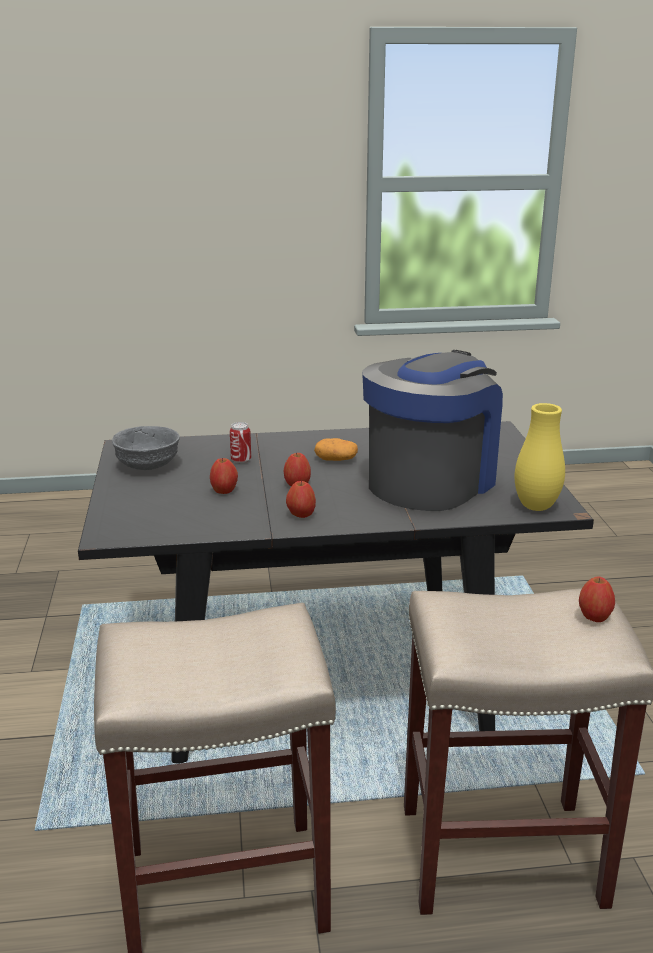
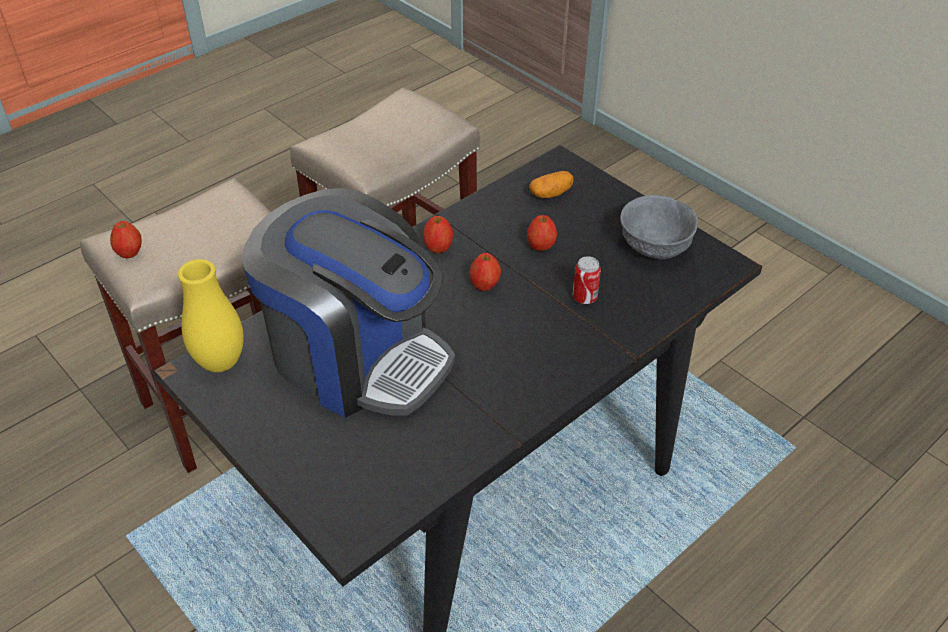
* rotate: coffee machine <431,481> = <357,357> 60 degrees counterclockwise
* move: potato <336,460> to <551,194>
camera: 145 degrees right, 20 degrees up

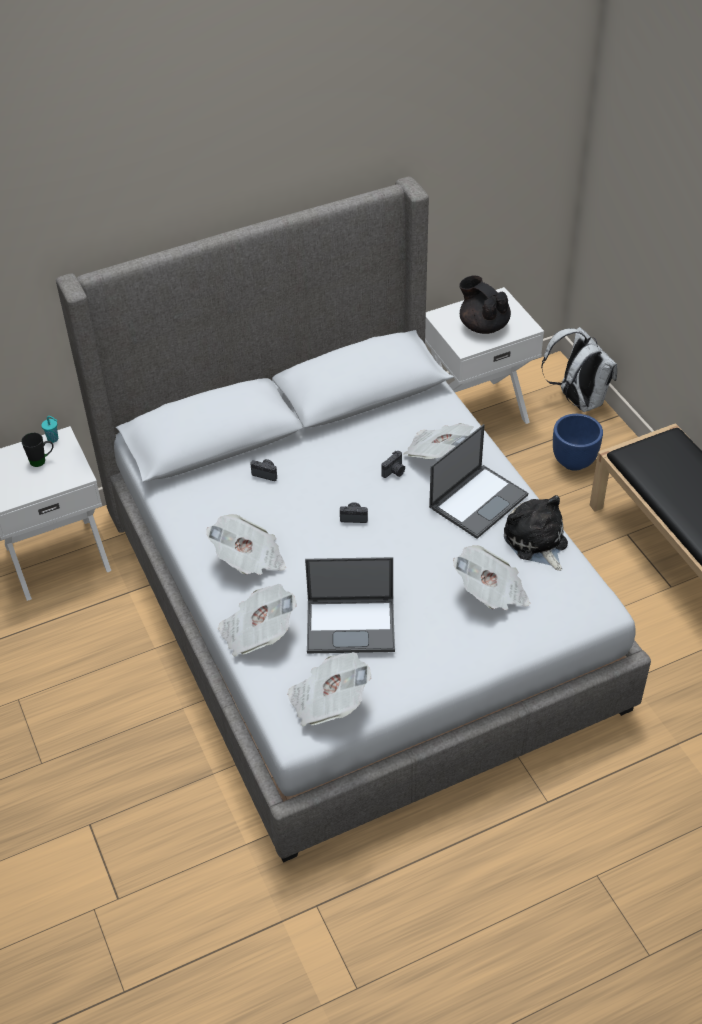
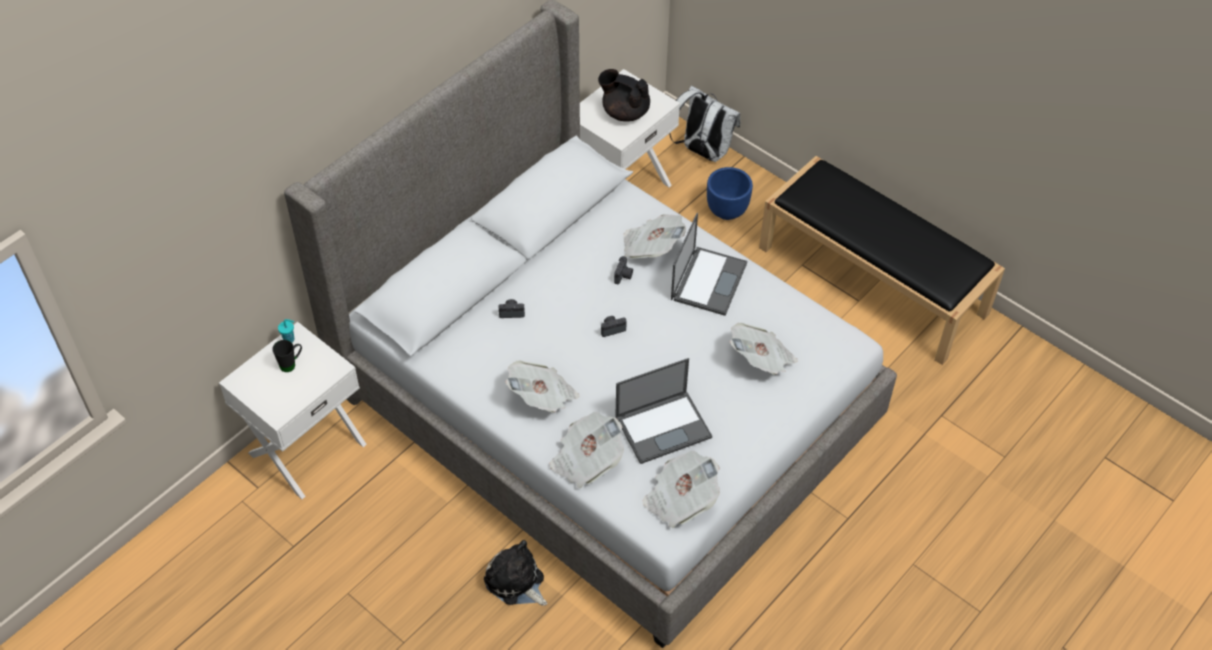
* move: soft toy <536,542> to <516,582>
camera: 25 degrees left, 5 degrees up

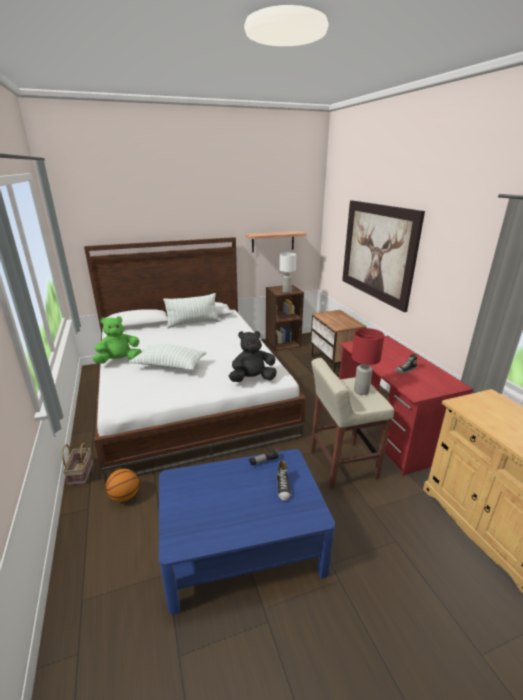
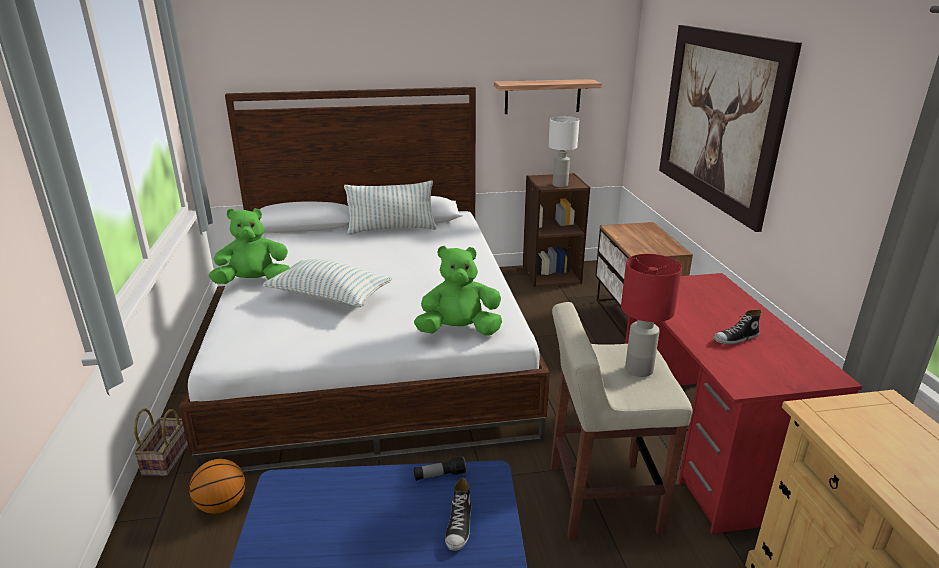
* recolor: blackish soft toy <252,379> to green-coloured soft toy <459,331>
camera: 10 degrees right, 0 degrees up

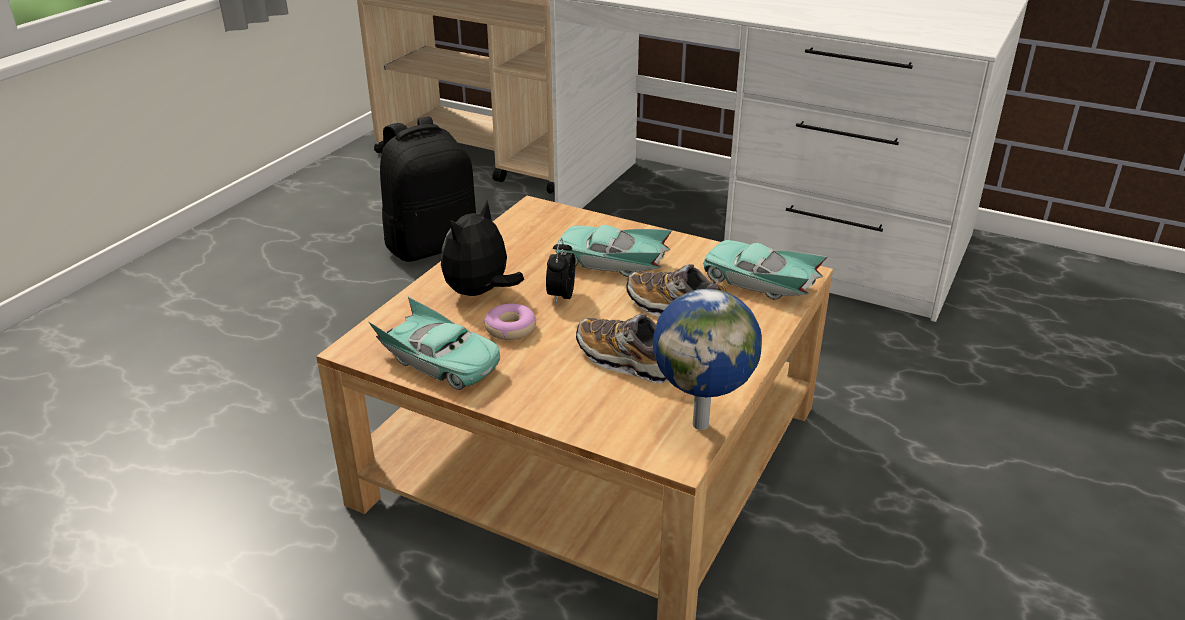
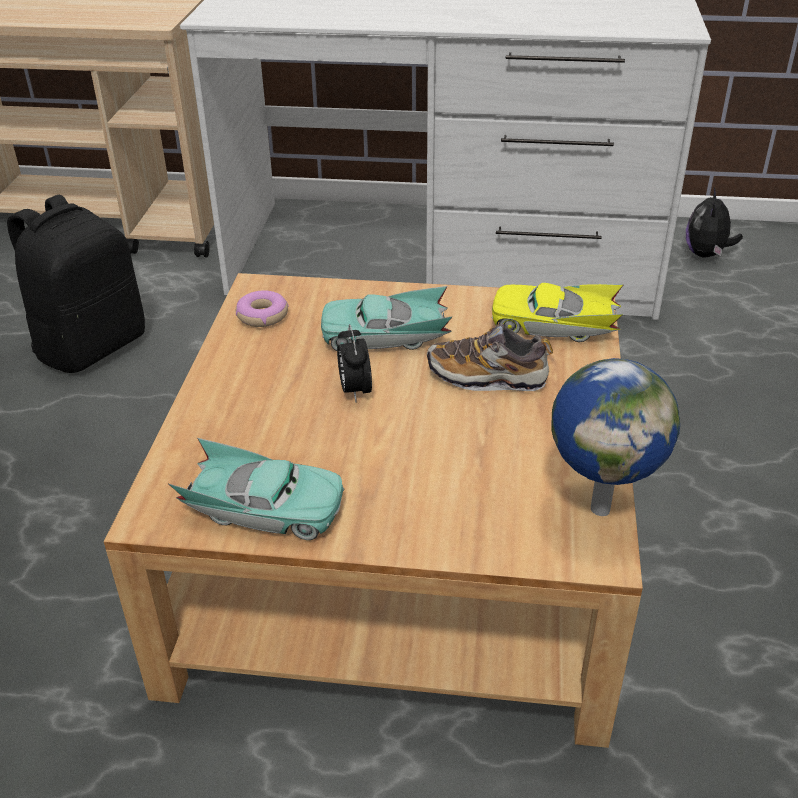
* move: soft toy <480,293> to <706,254>
* recolor: turquoise-coloured miniature car <759,282> to yellow miniature car <554,326>
* move: donut <510,328> to <262,315>
* delete: item of footwear <626,361>
camera: 20 degrees left, 5 degrees up

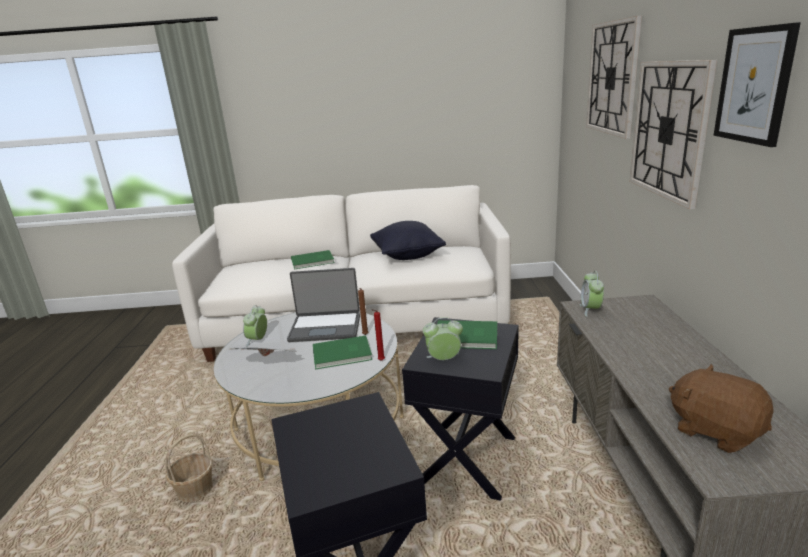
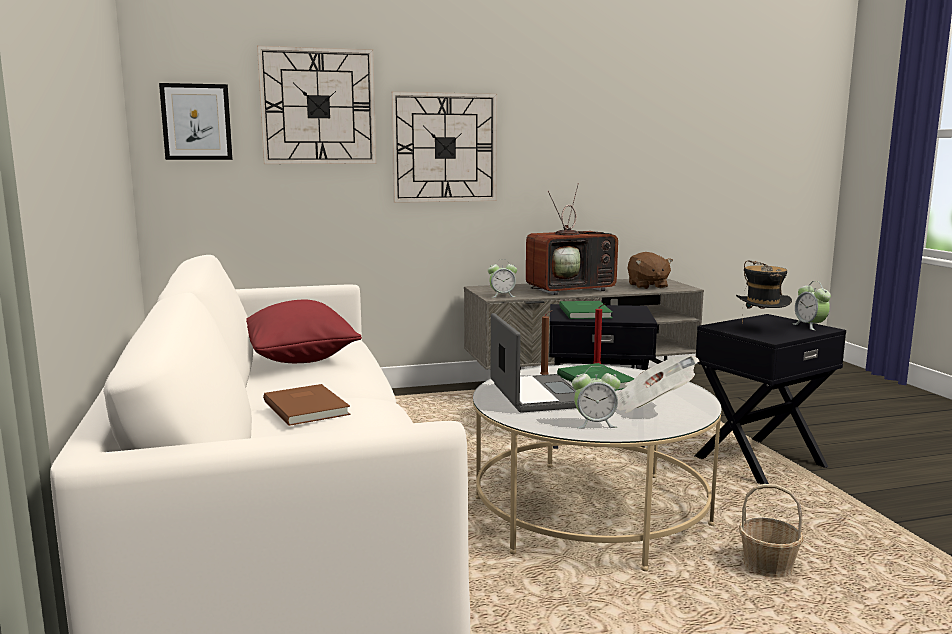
* move: picture <754,85> to <196,122>
* recolor: blackish pillow <407,256> to red-coloured pillow <297,360>
* recolor: green-coloured book <313,261> to brown book <308,407>
* move: table clock <443,360> to <810,326>
* rotate: brown soft toy <715,430> = <647,286> 45 degrees counterclockwise
* insert: TV set <571,289>
* insert: clothing hat <760,329>
camera: 105 degrees left, 10 degrees down

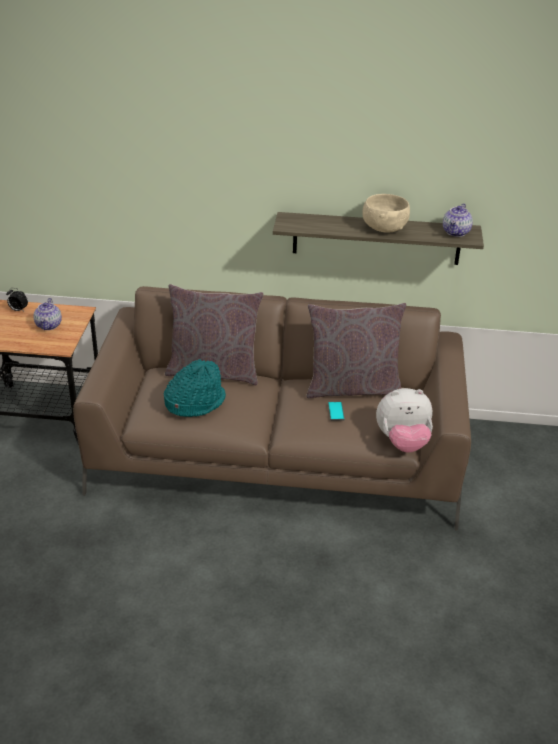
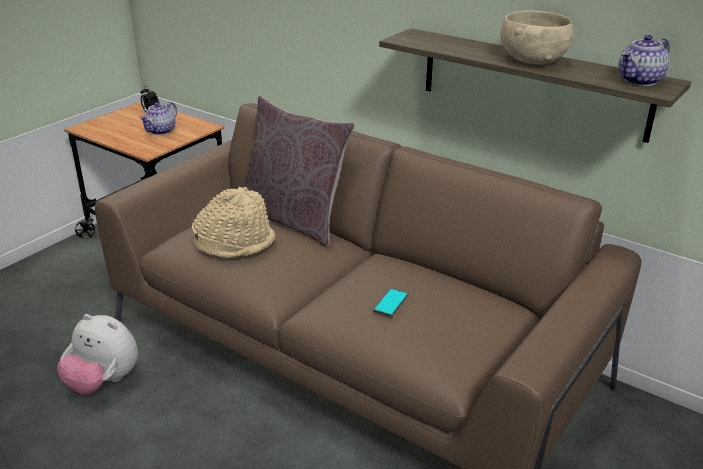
* delete: greyish pillow <352,388>
* recolor: turquoise-coloured clothing hat <195,402> to beige-coloured clothing hat <235,242>
* move: soft toy <403,443> to <103,382>
camera: 30 degrees right, 5 degrees down

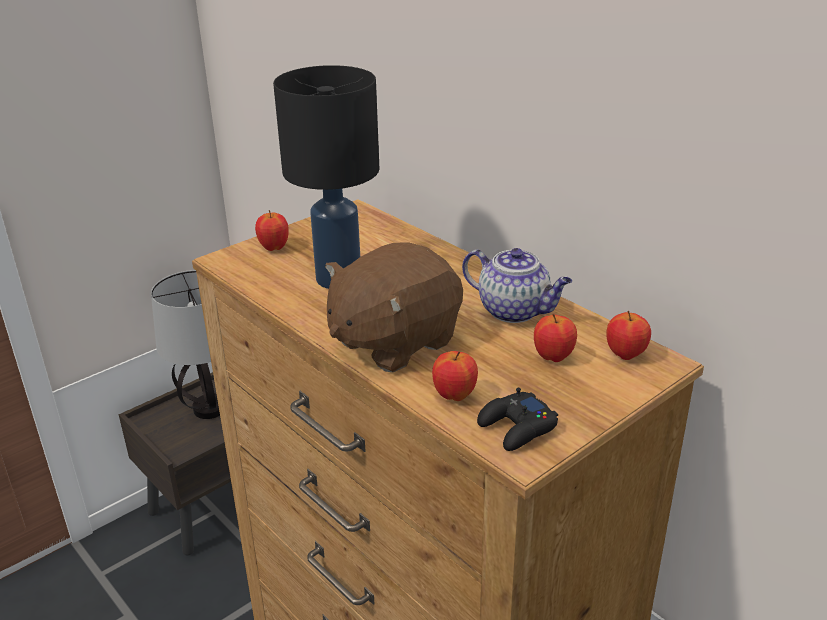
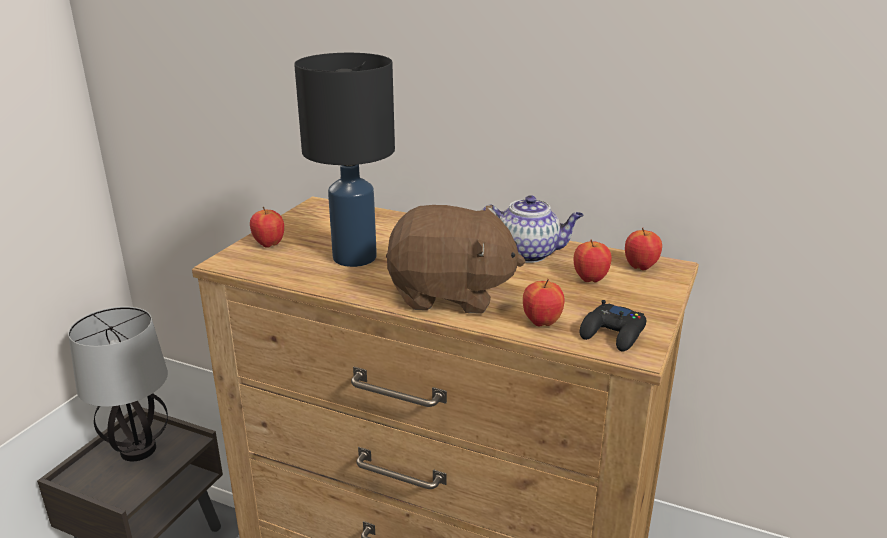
* rotate: brown soft toy <393,341> = <450,294> 105 degrees counterclockwise
camera: 25 degrees left, 5 degrees down

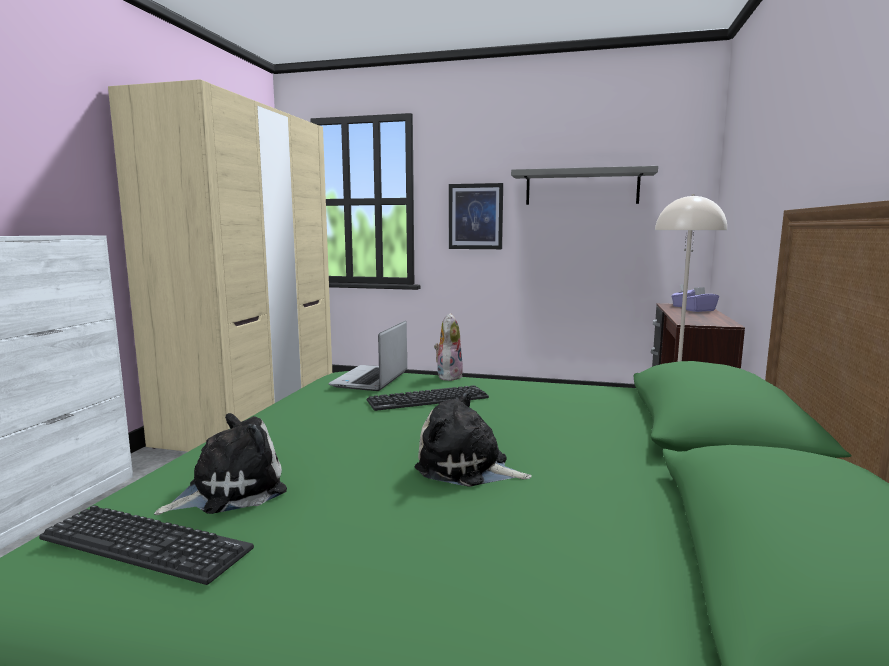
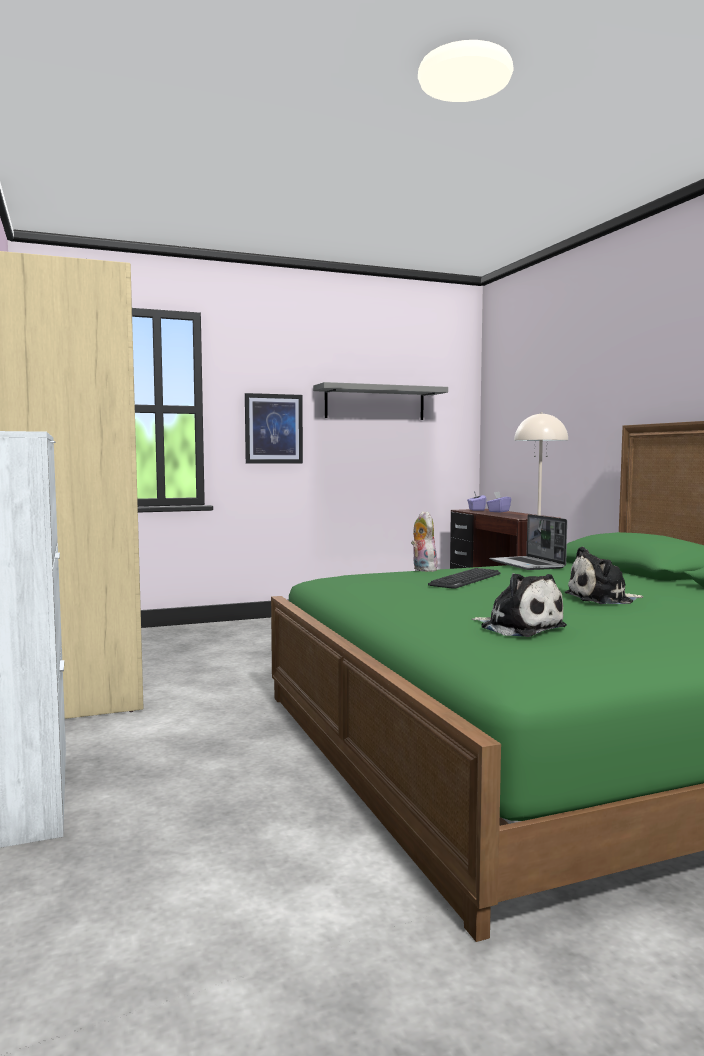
* move: laptop <371,380> to <528,565>
* rotate: soft toy <230,490> = <519,627> 120 degrees clockwise
* delete: PC keyboard <145,544>
camera: 35 degrees left, 5 degrees down

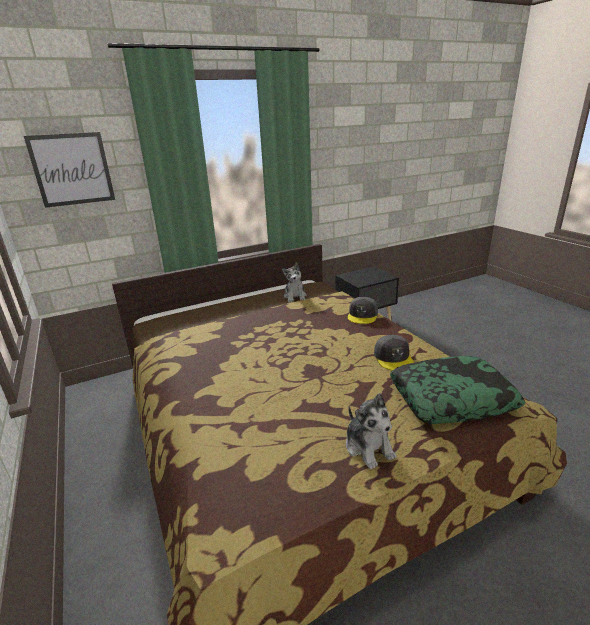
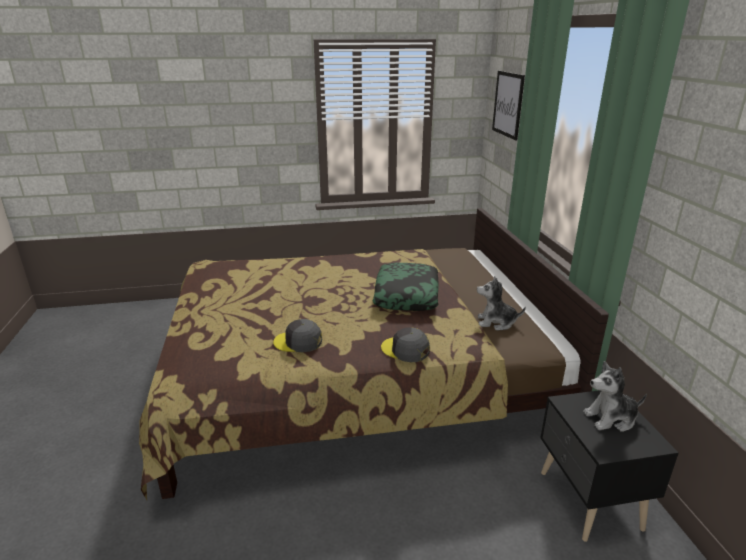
* move: pillow <451,398> to <407,295>
* move: soft toy <368,447> to <611,418>
camera: 105 degrees right, 0 degrees up

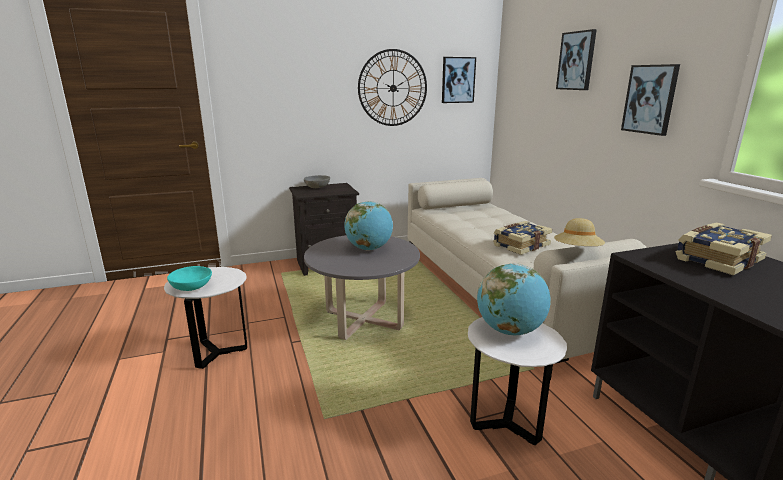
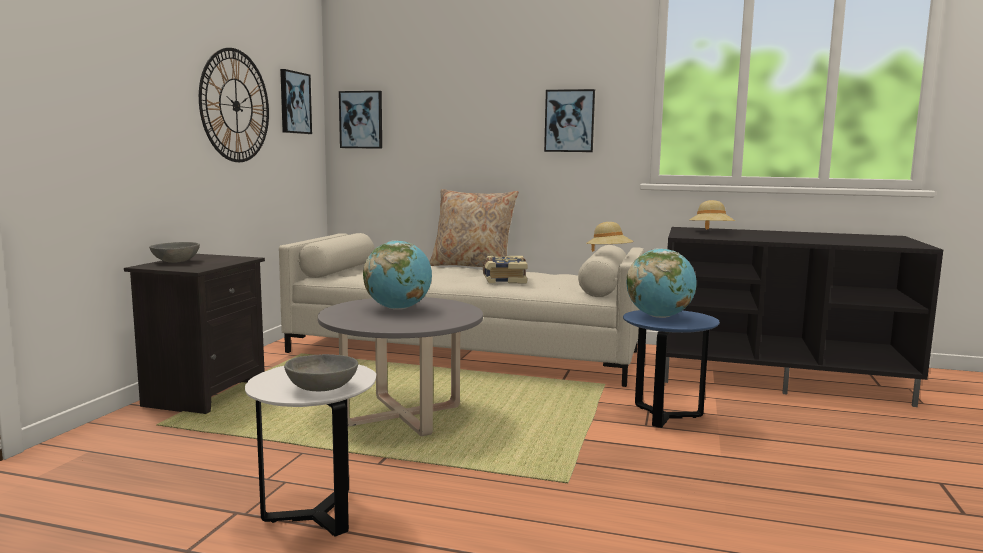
* move: picture <576,61> to <361,120>
* replace: book <716,259> to beige-coloured clothing hat <711,232>
* recolor: turquoise-coloured bowl <192,287> to greyish bowl <322,388>
* recolor: white side table <506,424> to blue-coloured side table <665,417>
* insert: beige-coloured pillow <472,266>
camera: 55 degrees left, 10 degrees down

